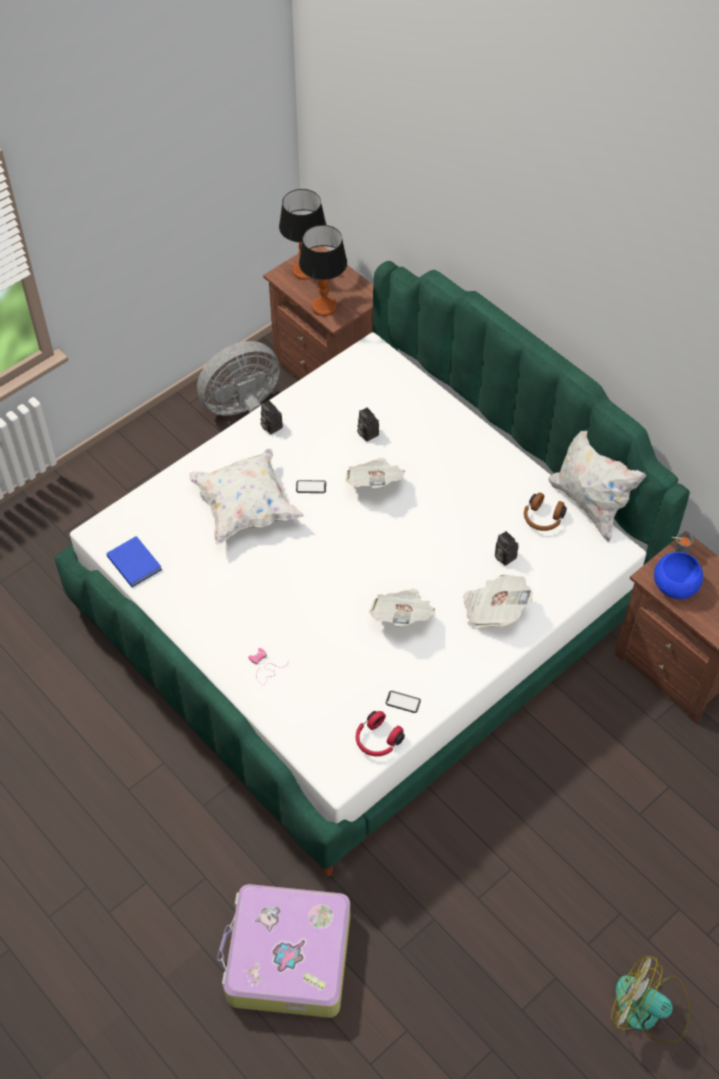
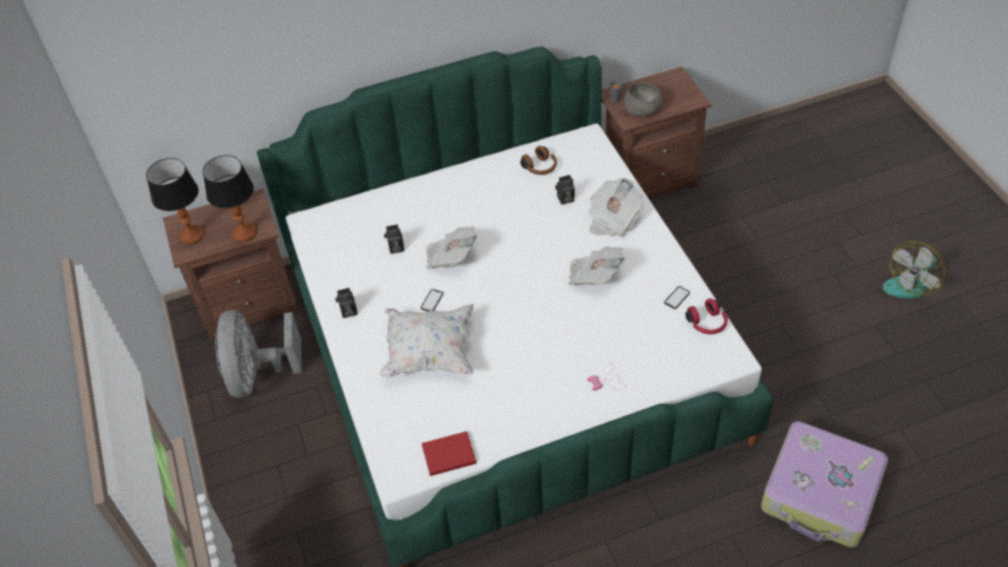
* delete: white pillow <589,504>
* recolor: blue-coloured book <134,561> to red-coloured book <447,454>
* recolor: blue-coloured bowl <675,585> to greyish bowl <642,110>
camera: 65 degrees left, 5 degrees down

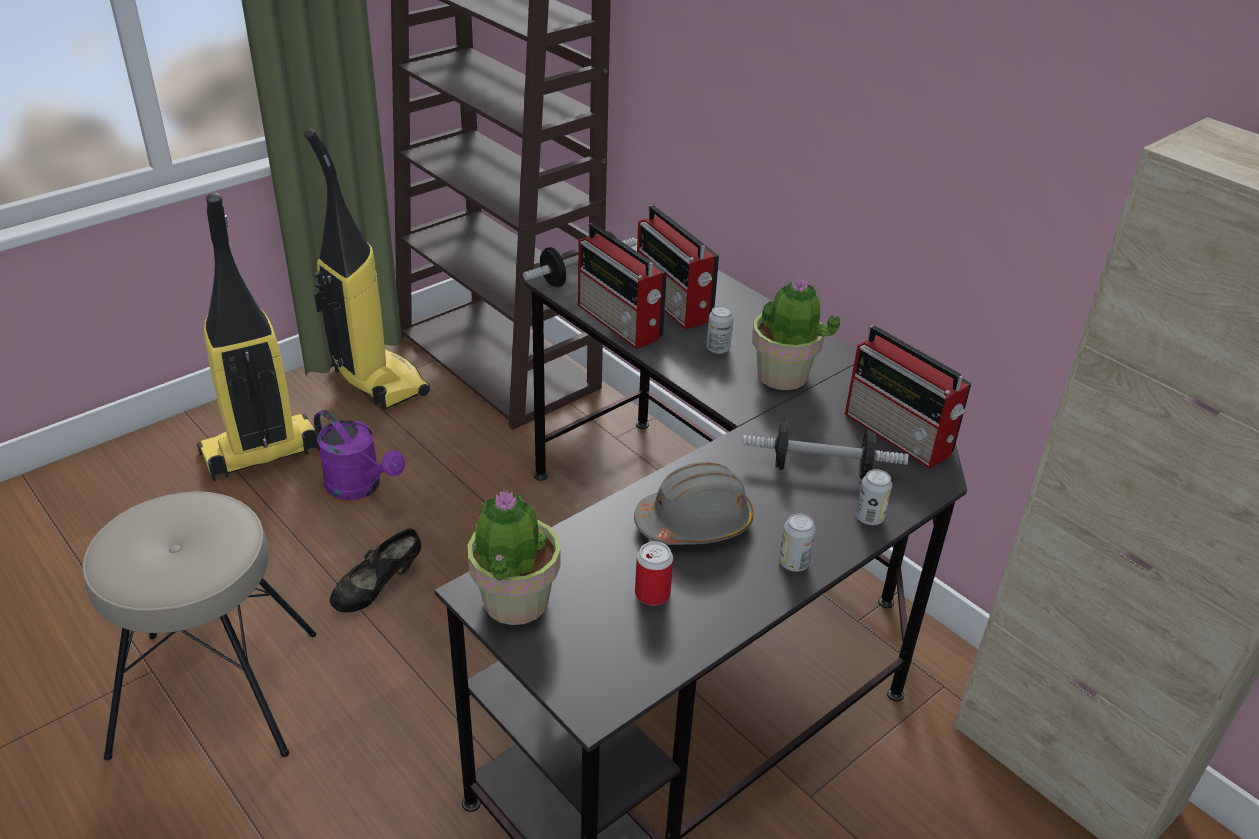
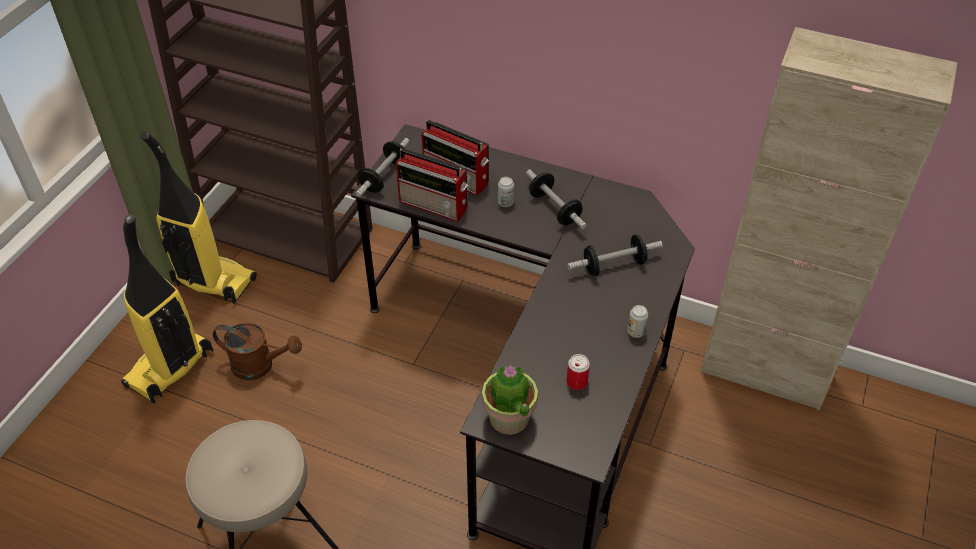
* replace: plant in a pot <782,376> to hand weight <554,209>
* delete: radio set <900,435>
* recolor: purplish sprinkling can <360,487> to brown sprinkling can <260,365>
* delete: greyish work helmet <695,523>
* delete: sealed can <869,518>
* delete: blackish item of footwear <378,589>
camera: 25 degrees left, 10 degrees up

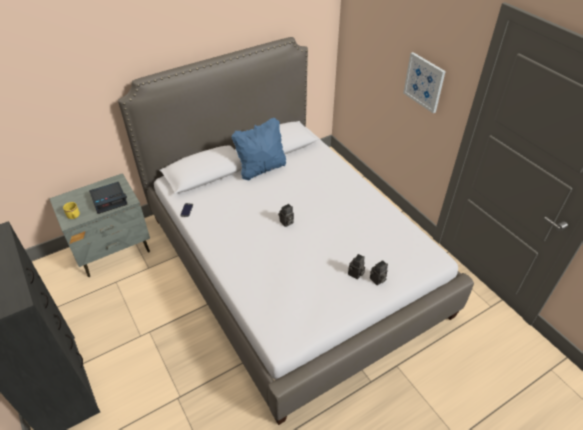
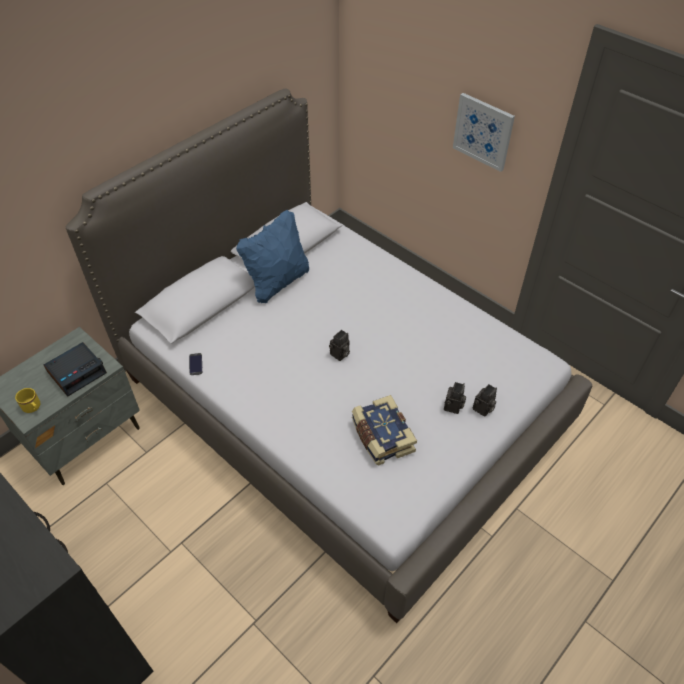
* insert: book <381,437>
camera: 15 degrees left, 5 degrees up

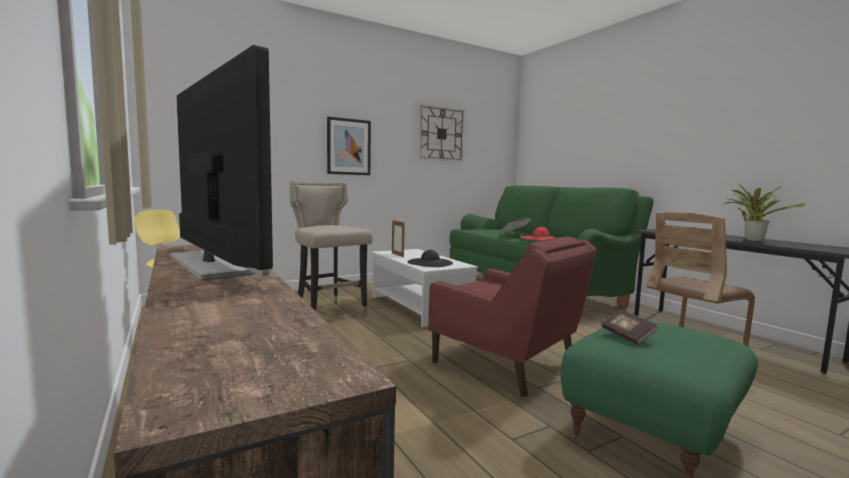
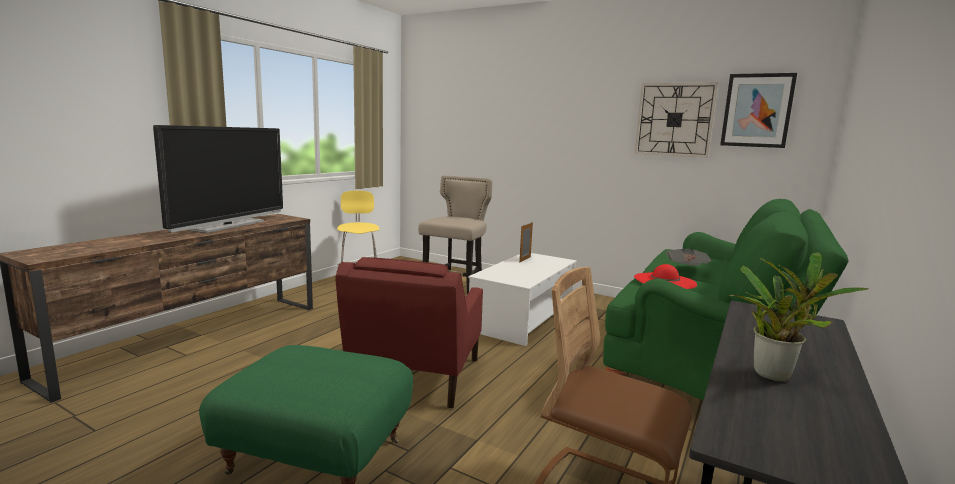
* move: picture <348,147> to <757,110>
* delete: blackish clothing hat <430,262>
* delete: book <627,336>
camera: 60 degrees right, 5 degrees up

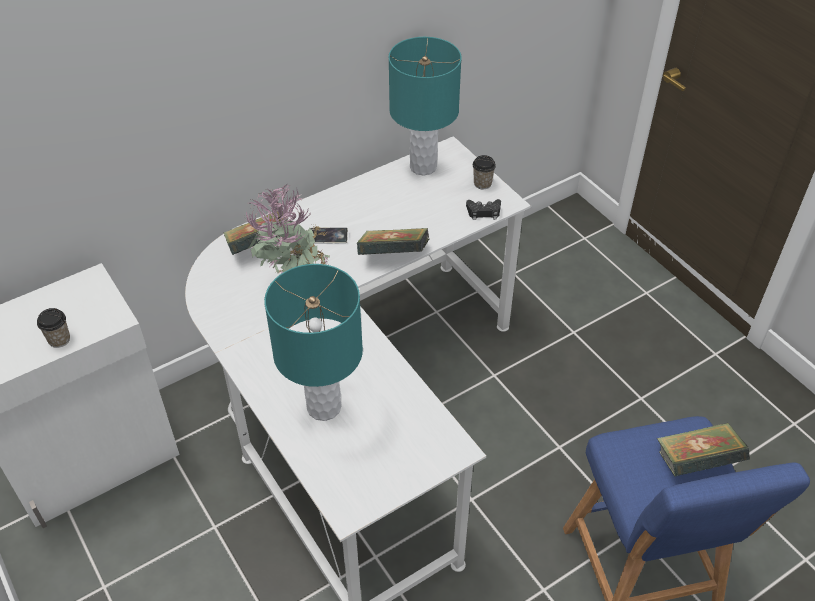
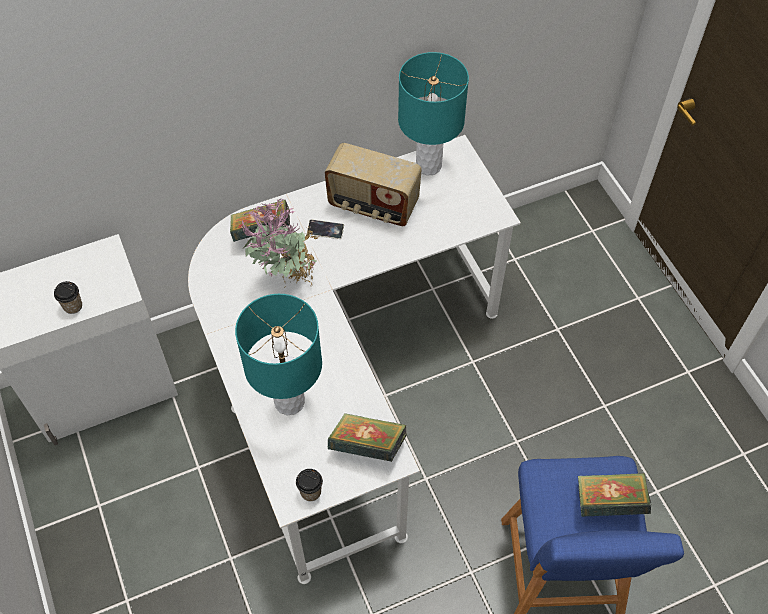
* move: drinking cup <482,184> to <310,492>
* delete: blackish gamepad <483,212>
* move: book <393,256> to <367,446>
* insert: radio set <373,205>
camera: 10 degrees right, 10 degrees up

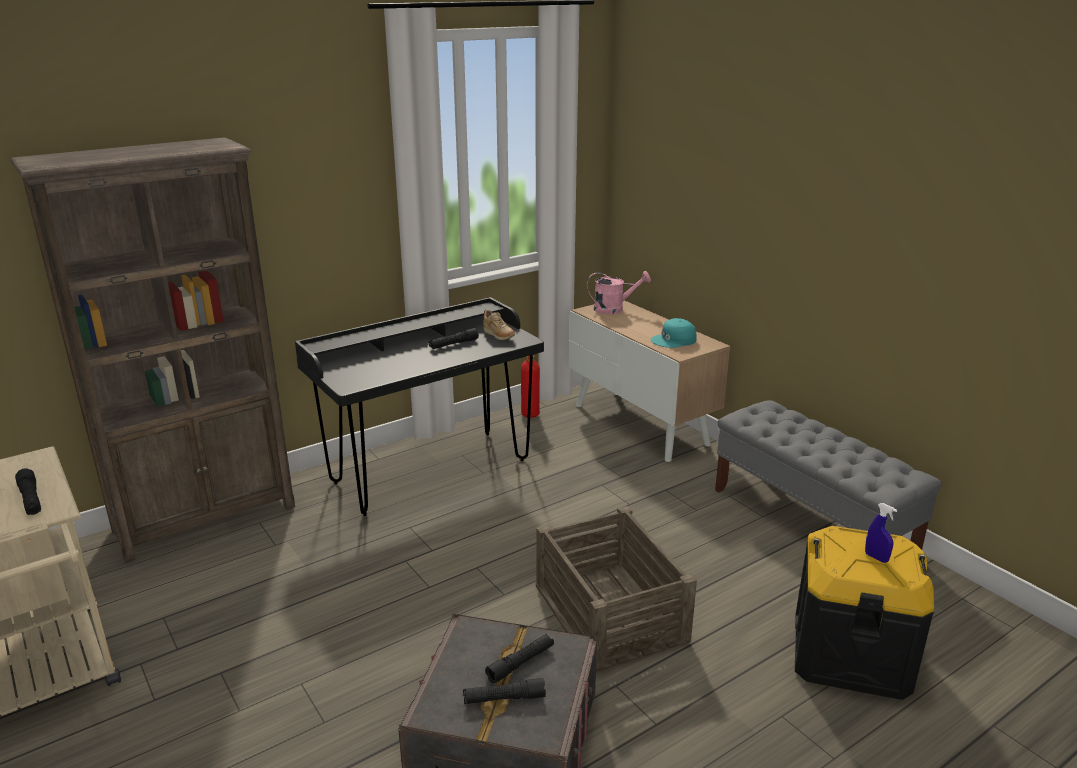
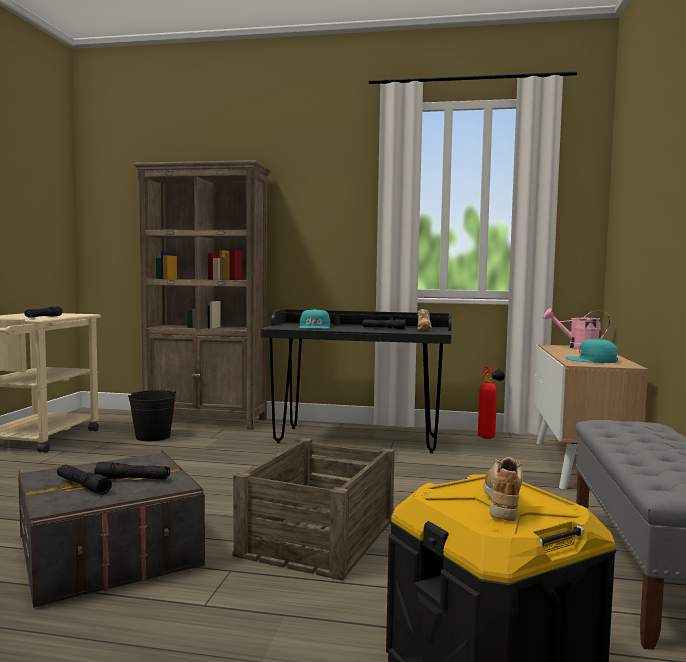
* rotate: pinkish sprinkling can <614,309> = <578,348> 150 degrees clockwise
* replace: blue-coloured hand sprayer <876,557> to beige-coloured item of footwear <502,504>
* insert: turquoise-coloured cap <315,327>
* insert: blackish pail <153,436>
camera: 45 degrees right, 20 degrees down

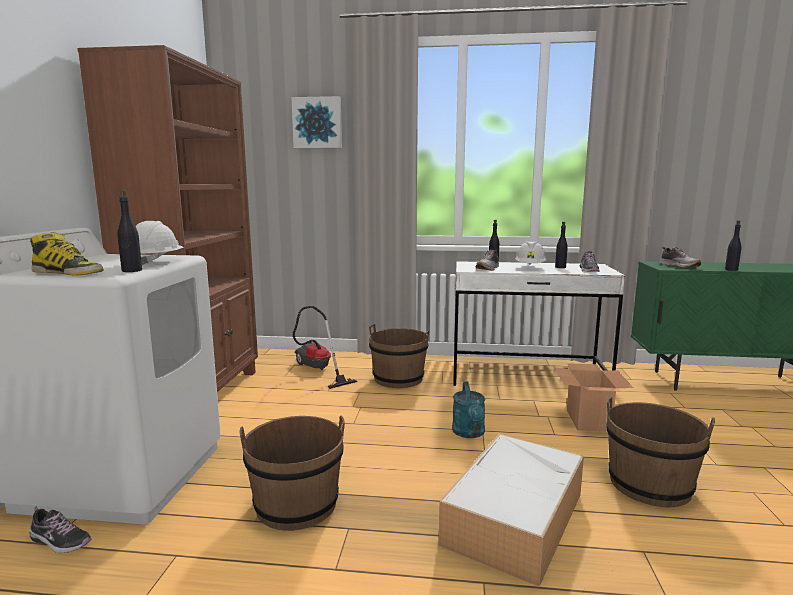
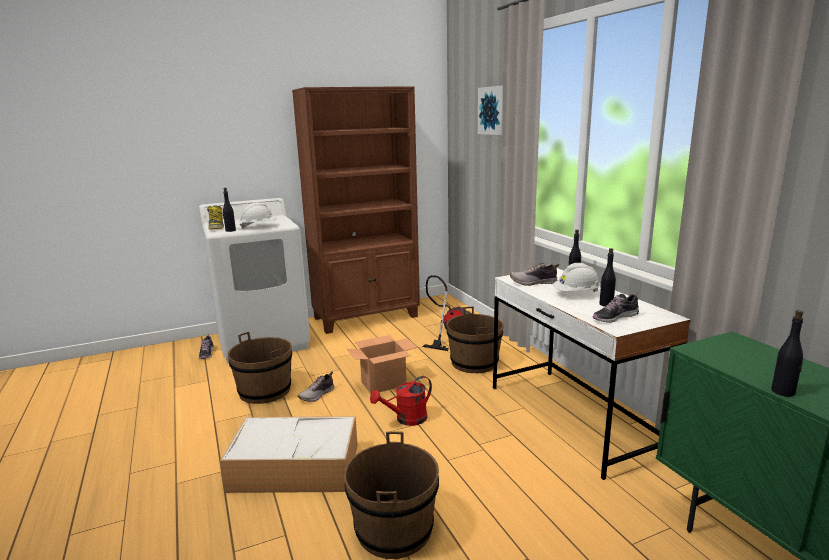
* move: item of footwear <679,266> to <317,395>
* move: packing box <587,420> to <384,383>
* recolor: turquoise-coloured sprinkling can <469,433> to red-coloured sprinkling can <406,419>
camera: 60 degrees right, 5 degrees up

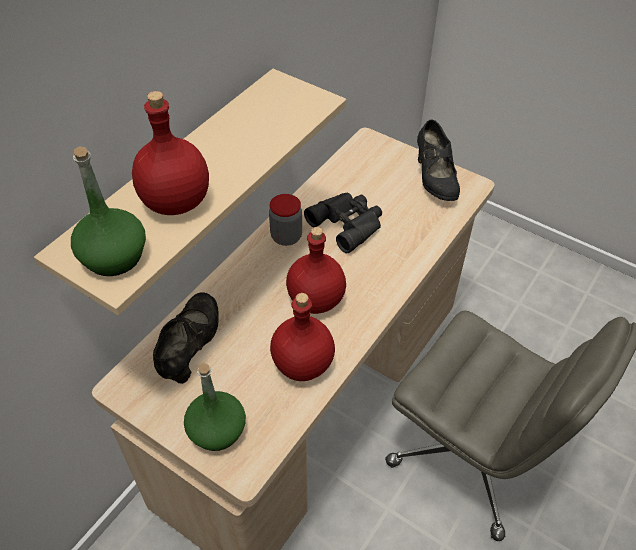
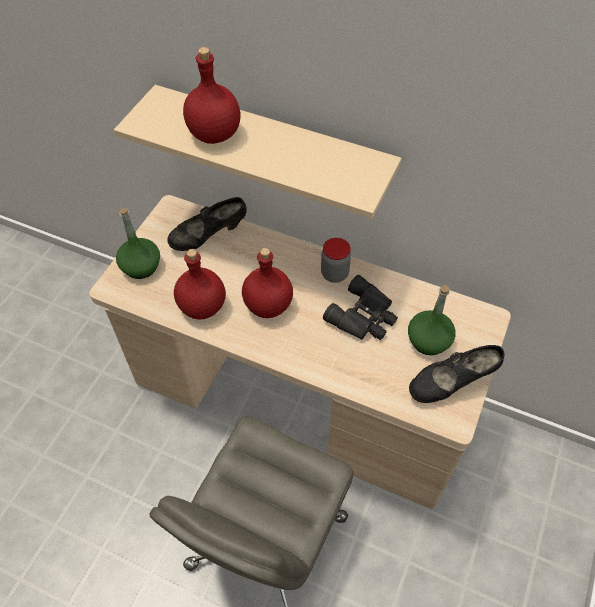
* move: green-coloured beverage bottle <114,256> to <428,341>
* rotate: blackish item of footwear <191,347> = <209,237> 150 degrees clockwise
camera: 80 degrees right, 5 degrees up

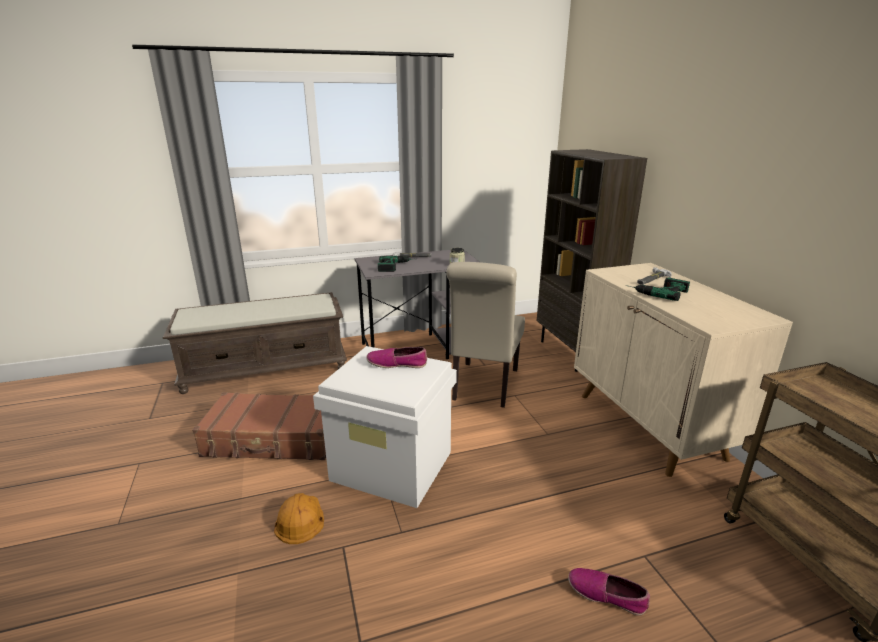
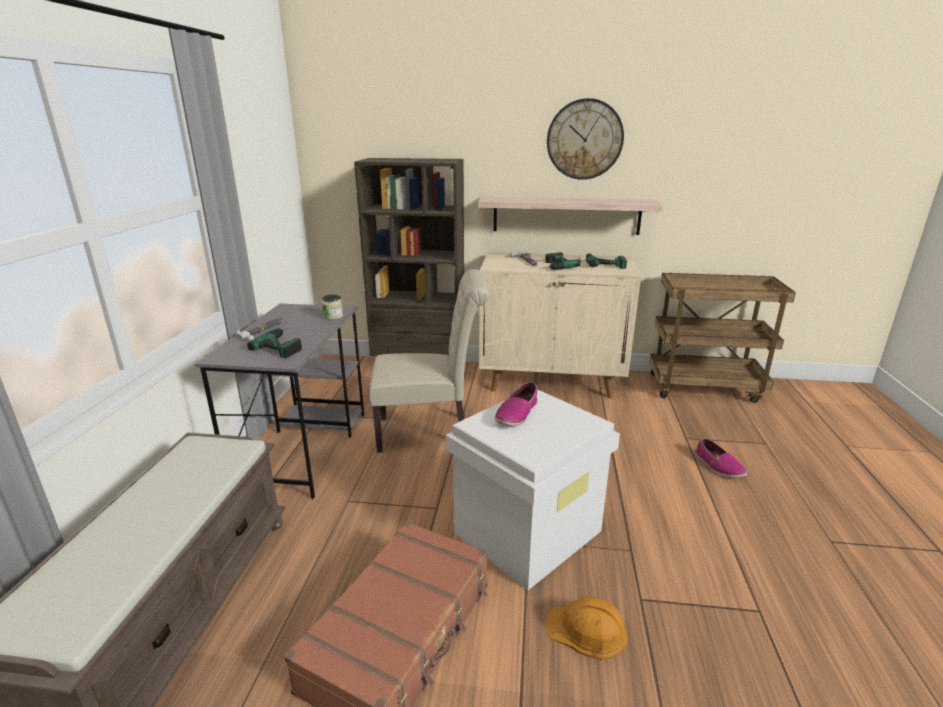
* rotate: beige-coloured plain chair <484,386> = <430,432> 45 degrees counterclockwise
* rotate: item of footwear <606,595> = <718,466> 75 degrees counterclockwise
* insert: clock on the wall <584,139>
* insert: wall shelf <566,215>
* insert: drill <603,263>
camera: 65 degrees left, 0 degrees up

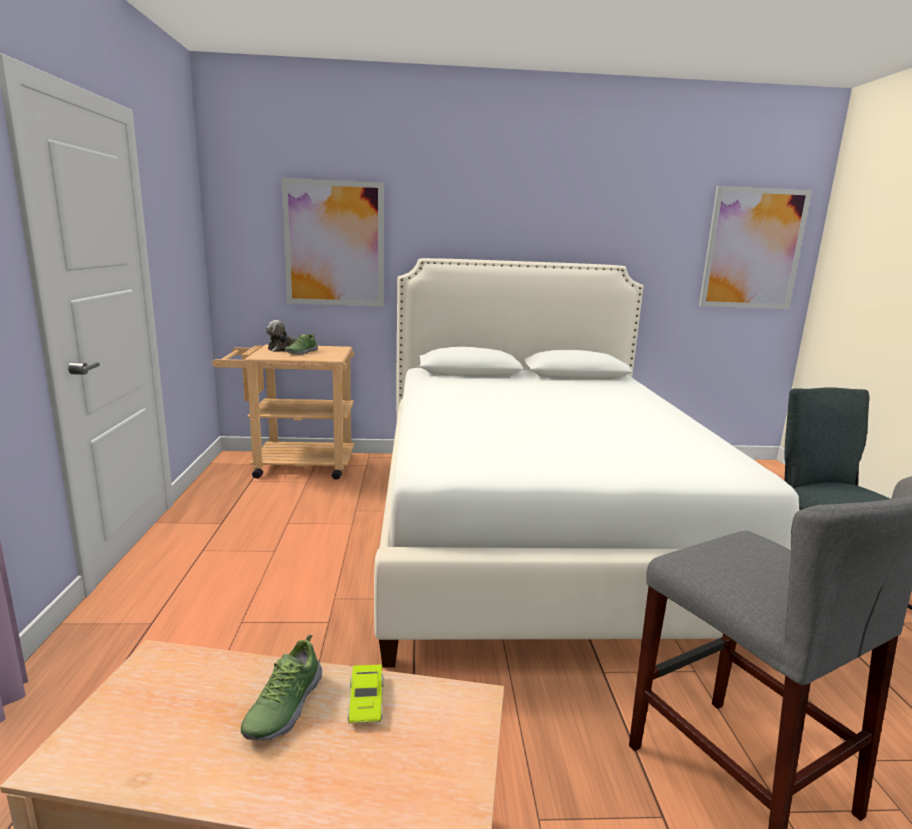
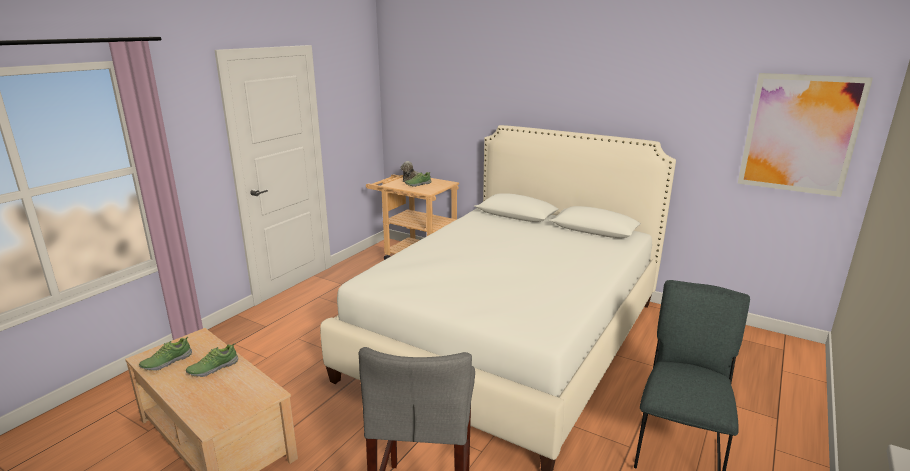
* delete: picture <334,244>
* delete: green-coloured miniature car <366,700>
* insert: item of footwear <167,362>
camera: 35 degrees right, 5 degrees up

